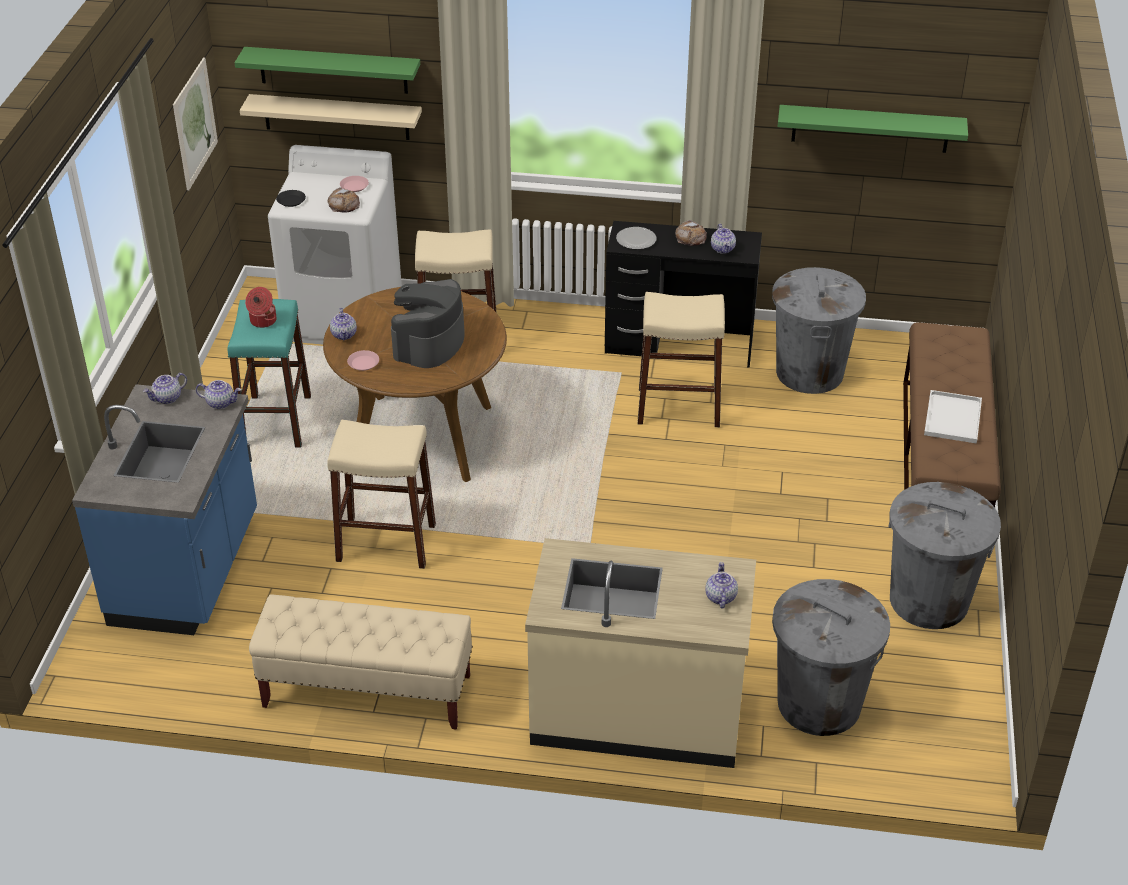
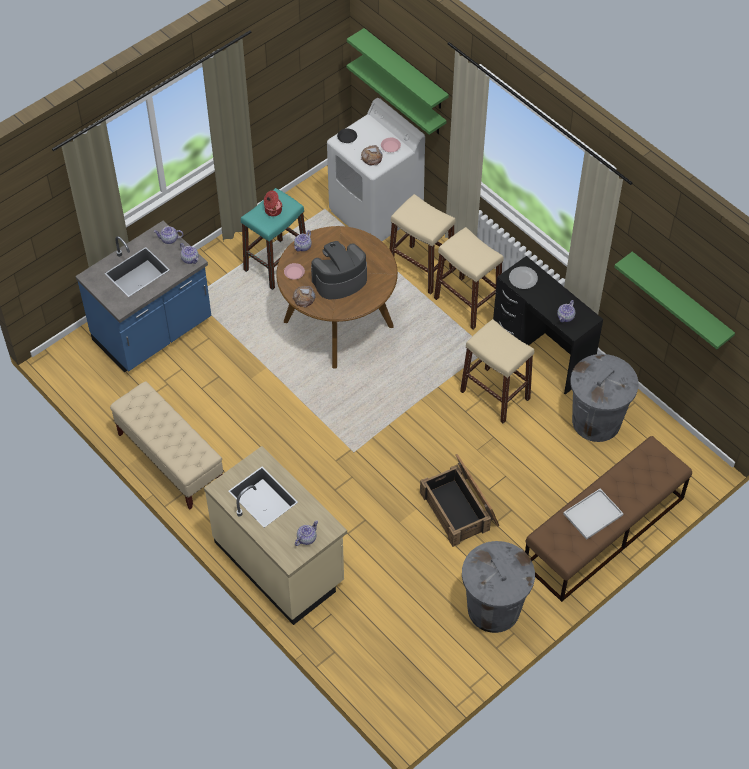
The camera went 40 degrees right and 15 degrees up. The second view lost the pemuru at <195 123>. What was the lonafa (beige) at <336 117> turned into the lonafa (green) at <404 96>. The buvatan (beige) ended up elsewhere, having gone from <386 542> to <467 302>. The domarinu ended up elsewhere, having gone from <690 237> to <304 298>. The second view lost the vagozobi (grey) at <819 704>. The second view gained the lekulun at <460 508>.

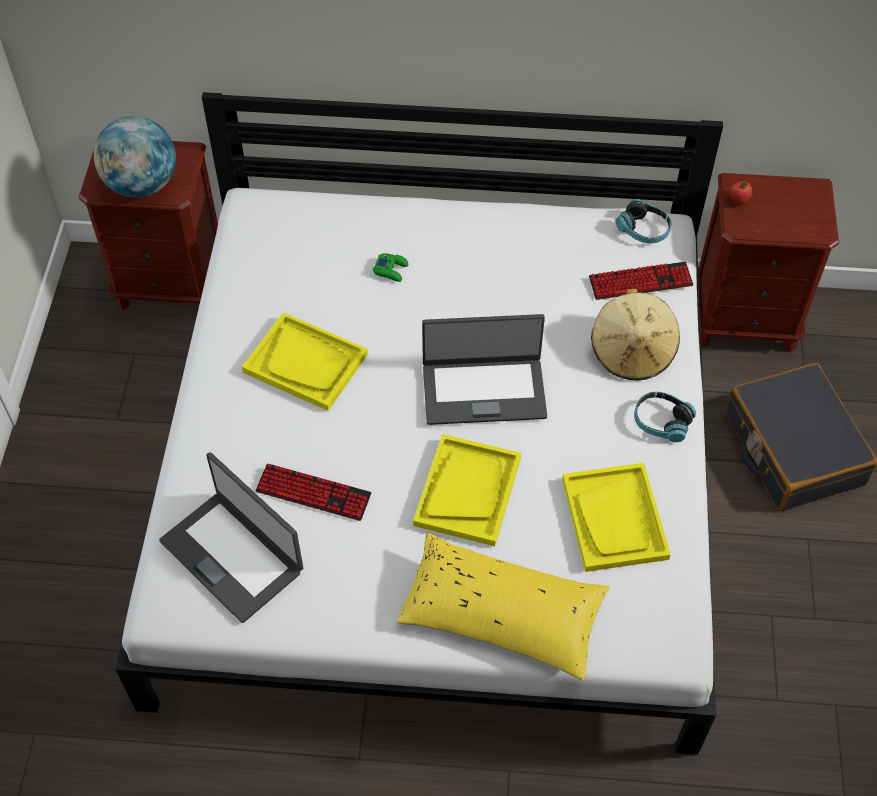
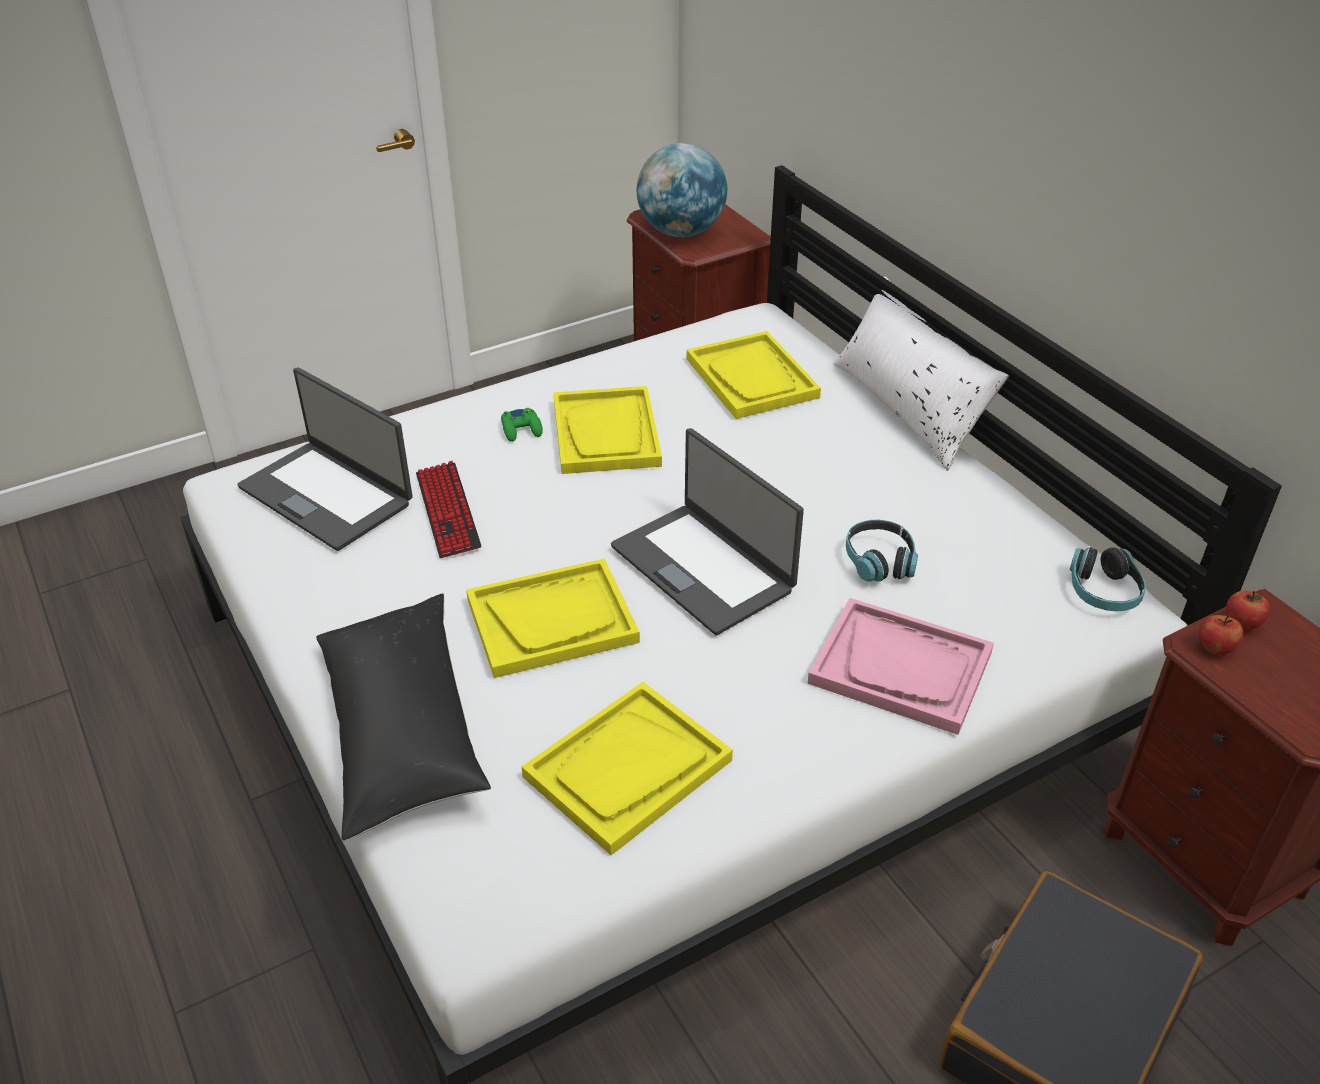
The camera went 55 degrees right and 15 degrees down. The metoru at <233 555> ended up facing another way, 60 degrees counterclockwise from before. The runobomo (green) ended up elsewhere, having gone from <391 270> to <522 429>. What was the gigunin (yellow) at <502 615> turned into the gigunin (black) at <401 729>. The second view lost the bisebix at <640 282>. Where the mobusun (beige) stood at <632 352>, the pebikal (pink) came to stand at <901 668>. The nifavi ended up elsewhere, having gone from <661 422> to <879 561>. The second view gained the pebikal (yellow) at <752 378>. The second view gained the gigunin (white) at <908 408>. The second view gained the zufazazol at <1214 648>.

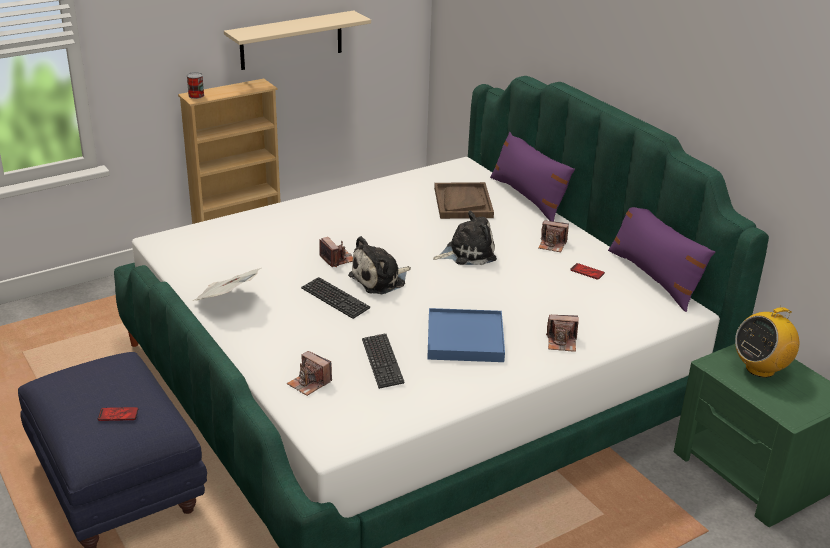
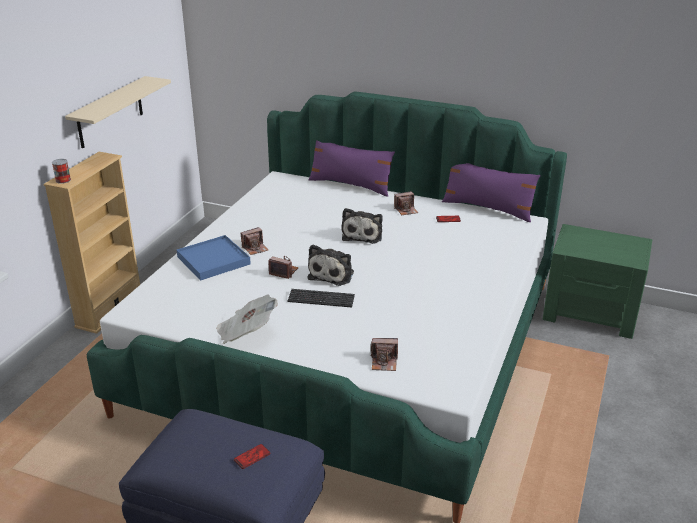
The camera went 35 degrees left and 0 degrees up. The second view lost the bisebix at <382 362>. The pebikal (blue) ended up elsewhere, having gone from <465 339> to <213 260>. The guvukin at <467 253> ended up facing another way, 150 degrees clockwise from before. The second view lost the pebikal (brown) at <463 202>. The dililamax ended up elsewhere, having gone from <562 342> to <255 248>. The second view lost the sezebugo at <760 368>.

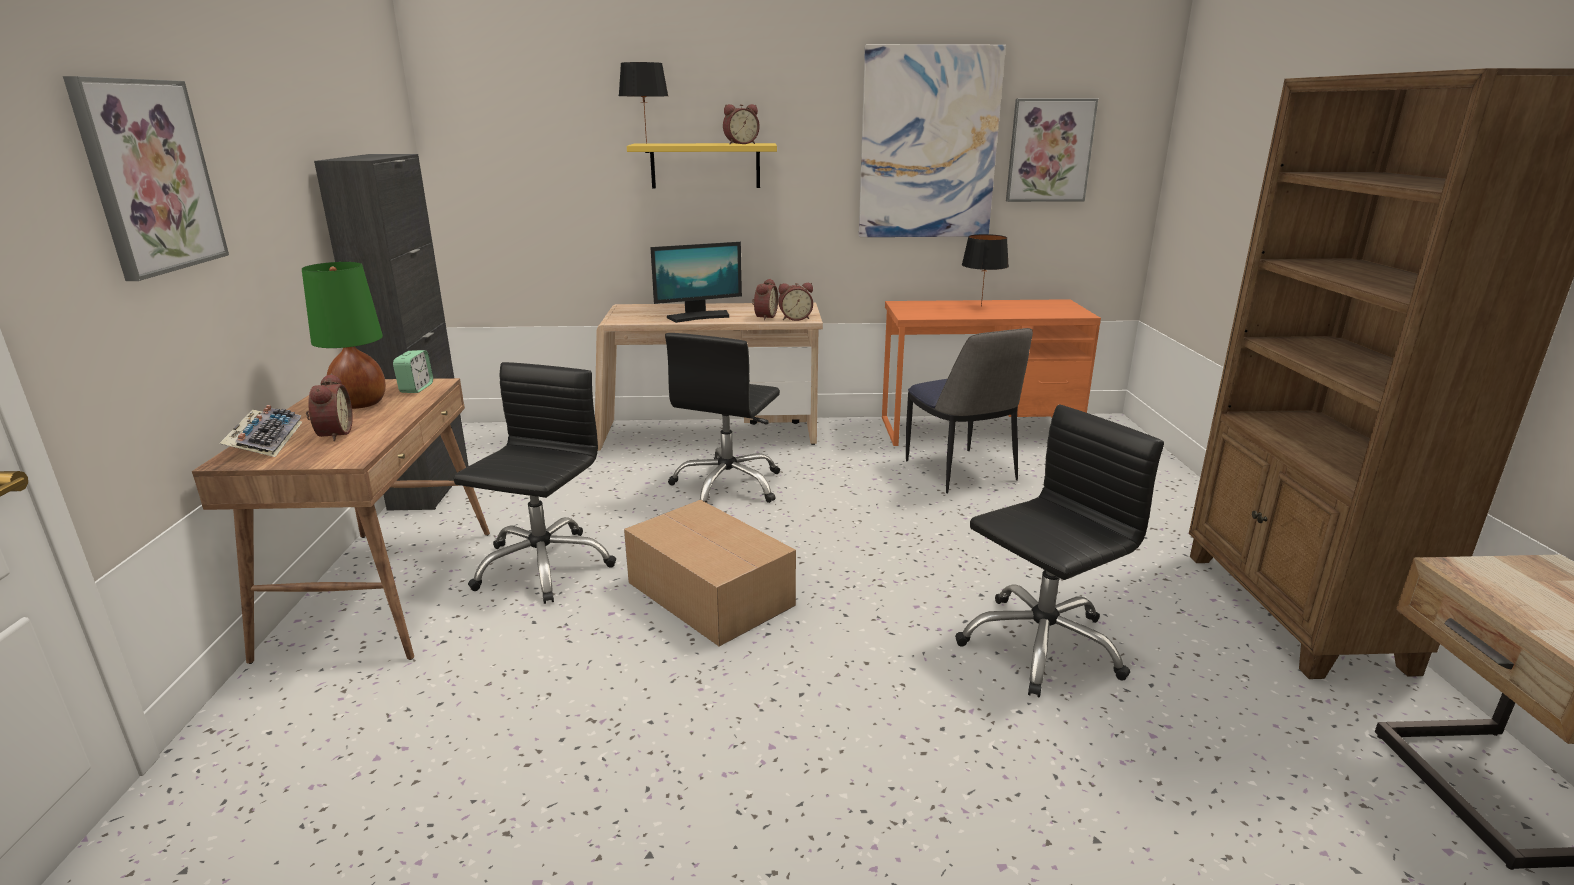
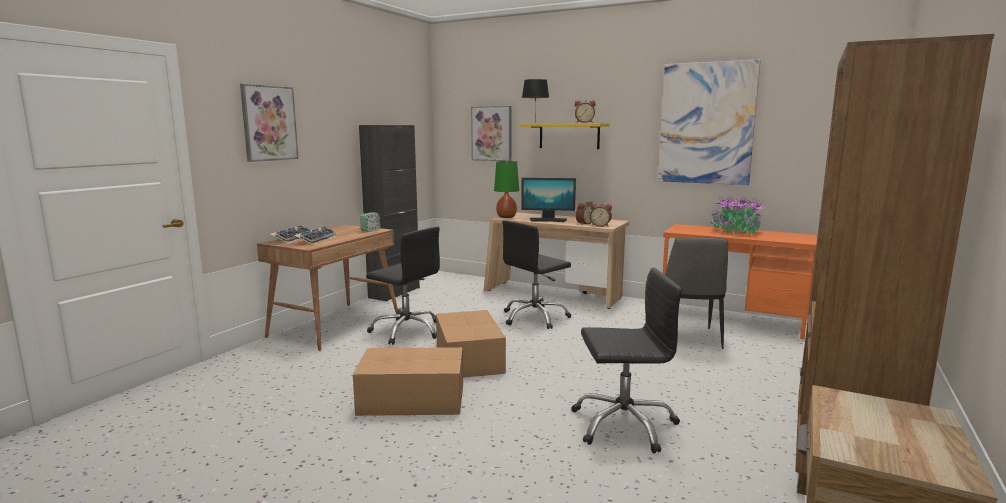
The camera went 30 degrees right and 10 degrees down. The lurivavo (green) ended up elsewhere, having gone from <361 404> to <506 217>. Where the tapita stood at <332 434>, the bisebix came to stand at <316 239>. The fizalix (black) at <542 566> ended up facing another way, 75 degrees clockwise from before. Where the lurivavo (black) stood at <981 306>, the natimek came to stand at <735 231>. The pemuru ended up elsewhere, having gone from <1049 150> to <491 133>. The second view gained the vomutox at <410 398>.

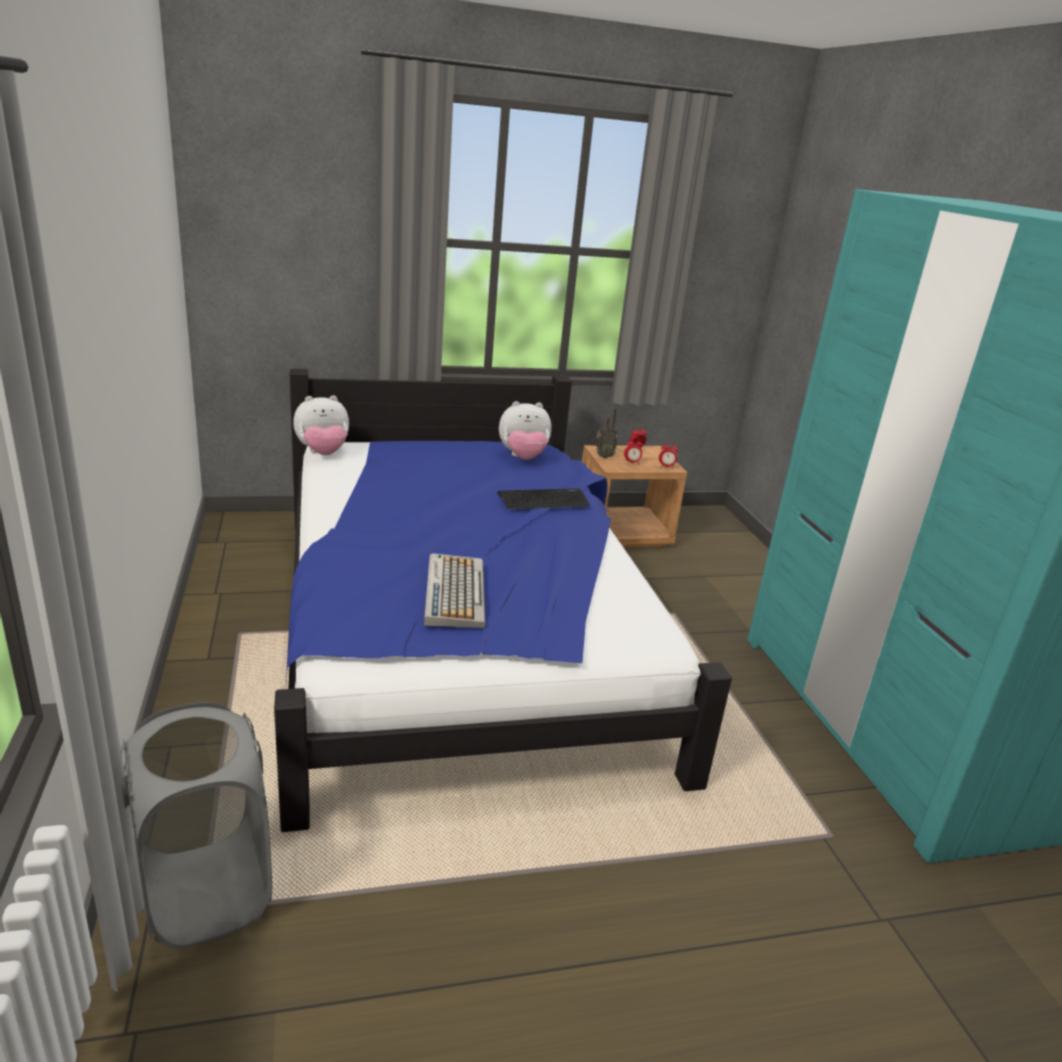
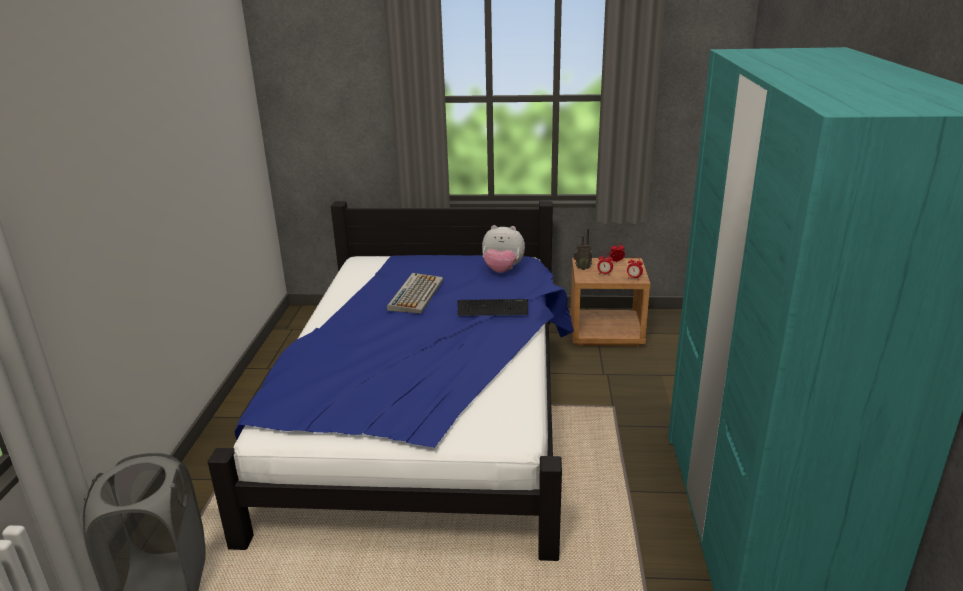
The camera went 20 degrees right and 0 degrees up. The second view lost the guvukin at <323 453>. The bisebix ended up elsewhere, having gone from <454 591> to <415 294>.

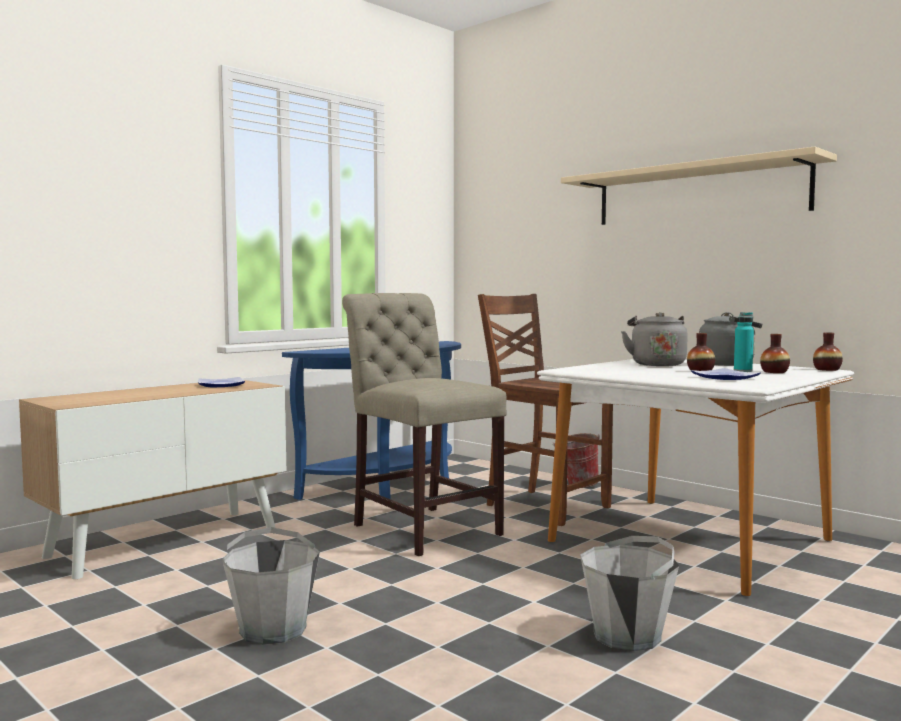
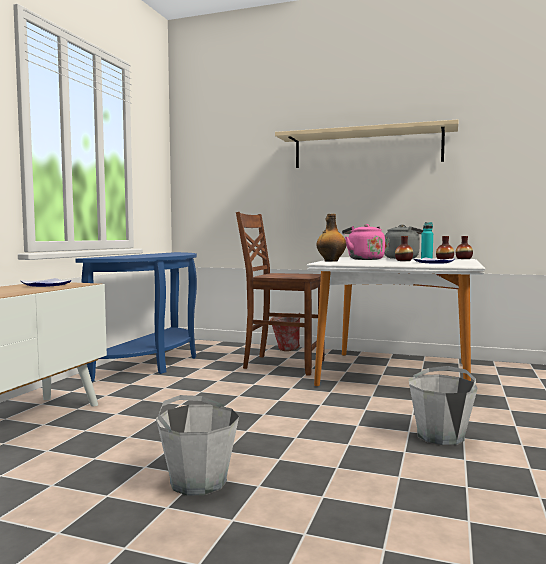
The camera went 25 degrees left and 0 degrees up. The second view lost the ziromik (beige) at <422 527>. What was the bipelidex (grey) at <656 364> turned into the bipelidex (pink) at <364 259>. The second view gained the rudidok at <330 261>.

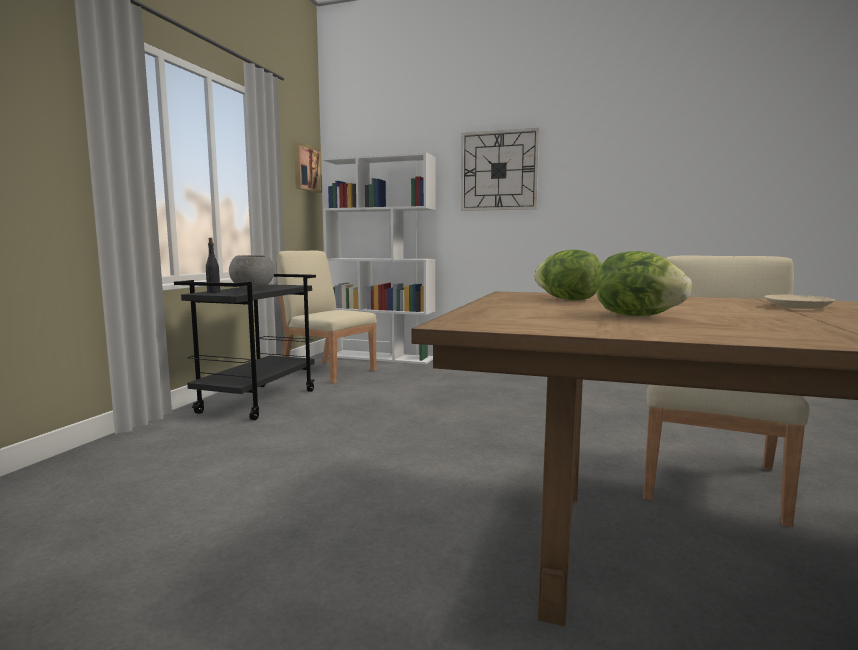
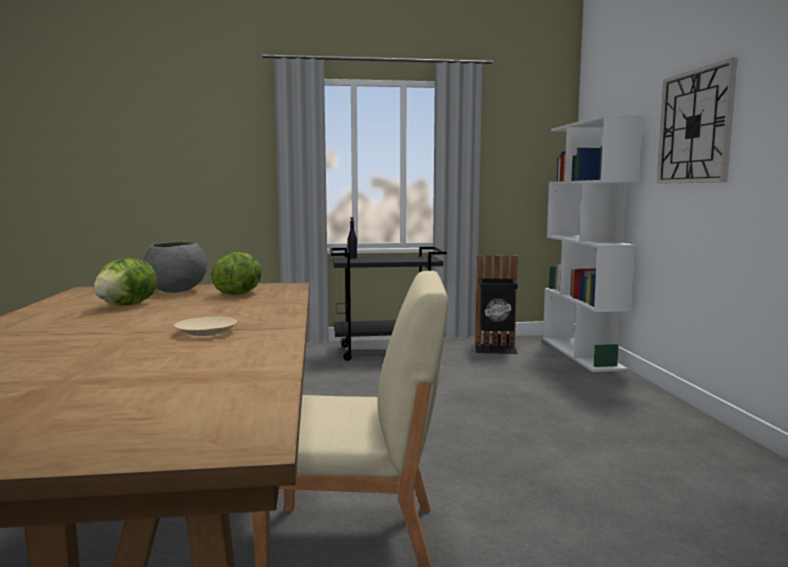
The camera went 65 degrees right and 0 degrees up. The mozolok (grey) ended up elsewhere, having gone from <253 289> to <177 291>. Where the ziromik (beige) stood at <328 371>, the vagozobi (black) came to stand at <496 349>. The second view lost the pemuru at <306 168>.

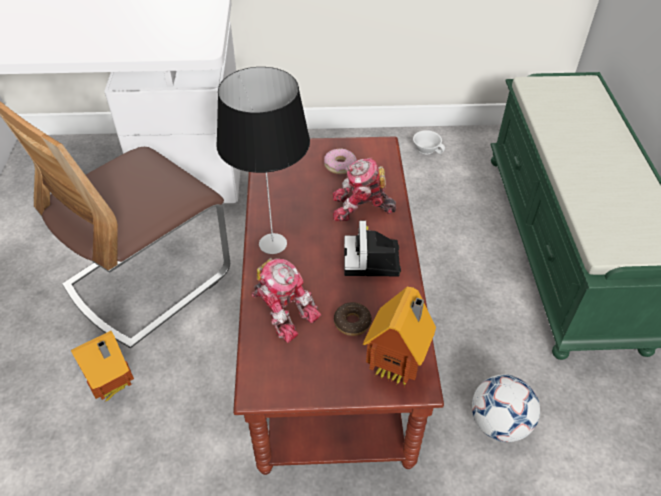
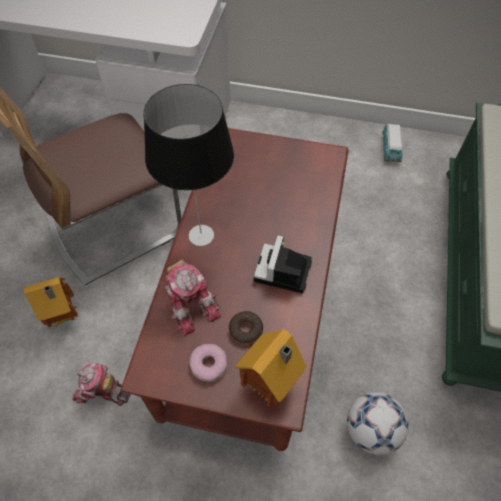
The camera went 15 degrees right and 10 degrees up. The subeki ended up elsewhere, having gone from <340 165> to <208 365>. The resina ended up elsewhere, having gone from <361 208> to <101 391>. Where the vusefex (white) stood at <427 148>, the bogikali came to stand at <390 149>.

